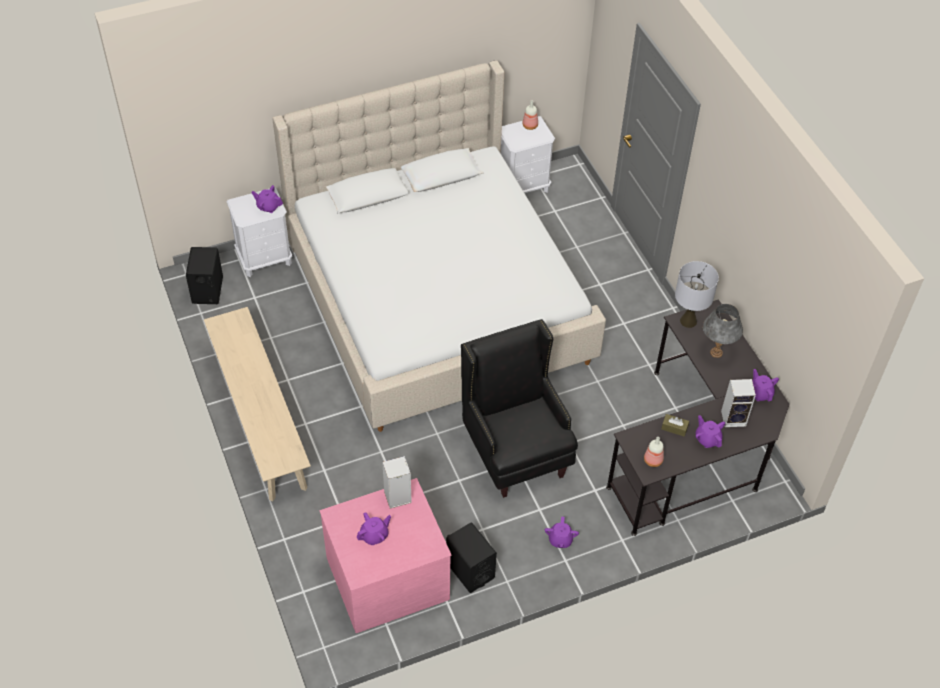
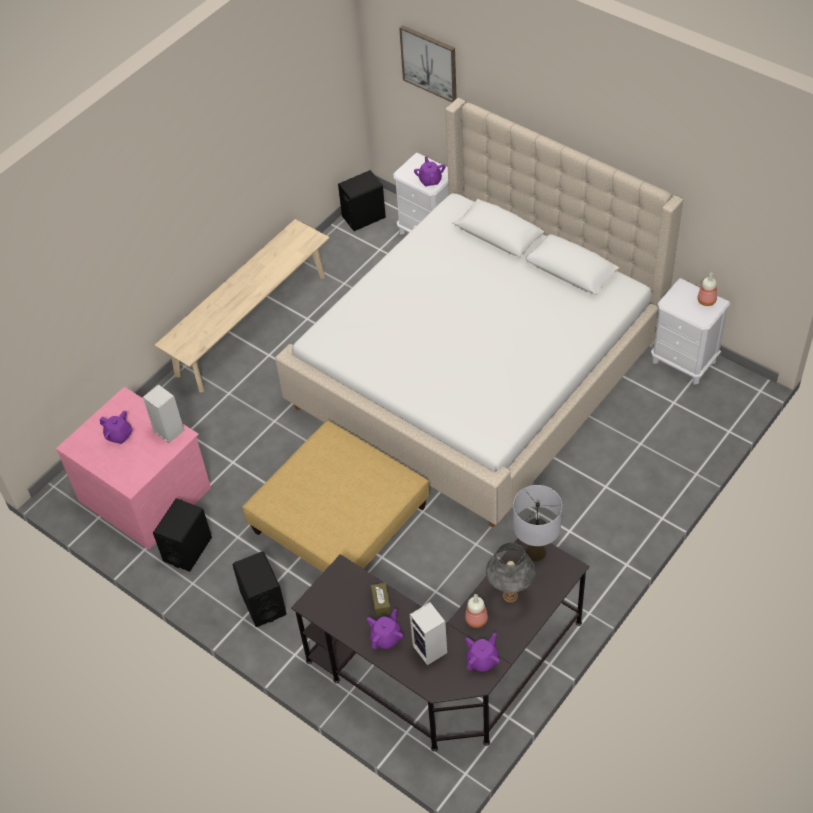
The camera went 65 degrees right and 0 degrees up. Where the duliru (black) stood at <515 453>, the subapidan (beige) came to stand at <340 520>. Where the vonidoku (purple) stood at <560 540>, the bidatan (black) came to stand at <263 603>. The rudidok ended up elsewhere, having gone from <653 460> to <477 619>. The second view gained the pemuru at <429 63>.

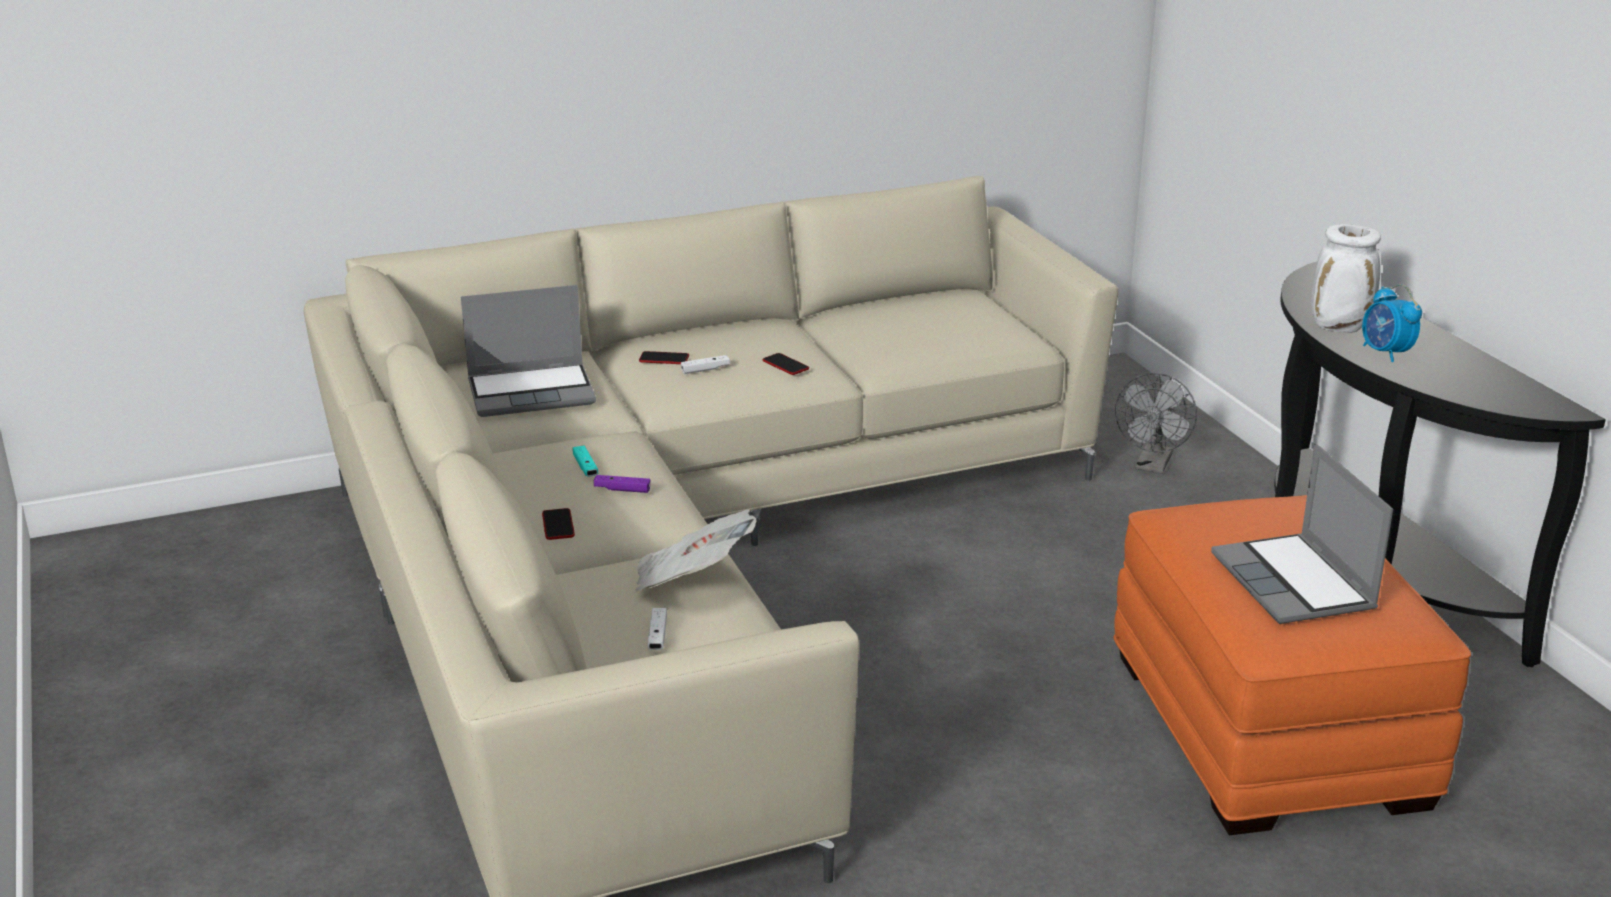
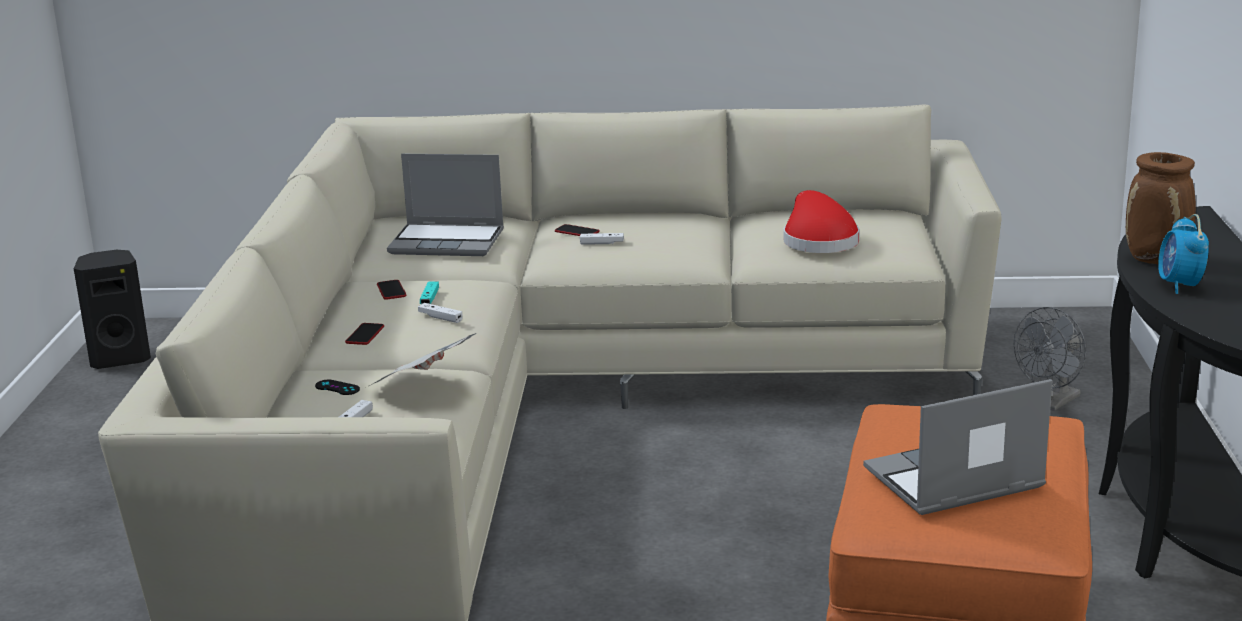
The camera went 25 degrees right and 5 degrees down. What was the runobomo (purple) at <622 489> turned into the runobomo (white) at <440 318>. The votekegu ended up elsewhere, having gone from <785 365> to <391 291>. The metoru at <1295 583> ended up facing another way, 60 degrees clockwise from before. What was the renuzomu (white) at <1340 328> turned into the renuzomu (brown) at <1157 260>. The second view gained the bidatan (black) at <120 358>. The second view gained the runobomo (black) at <337 388>. The second view gained the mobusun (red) at <817 241>.

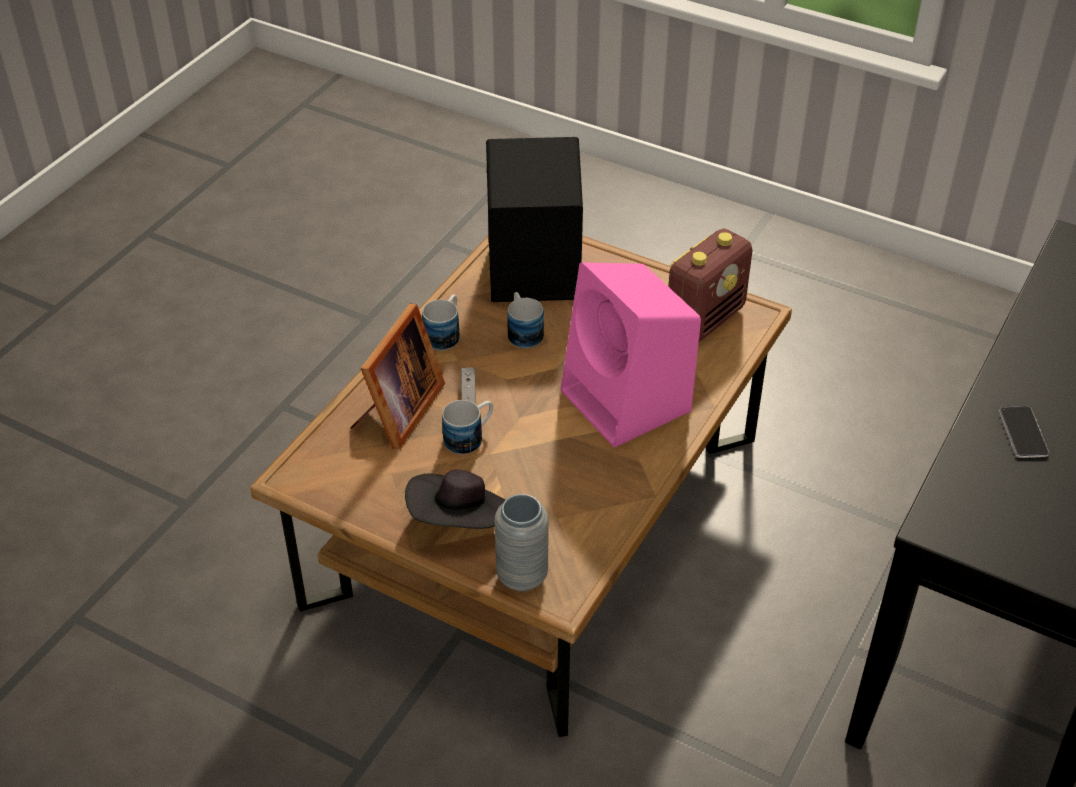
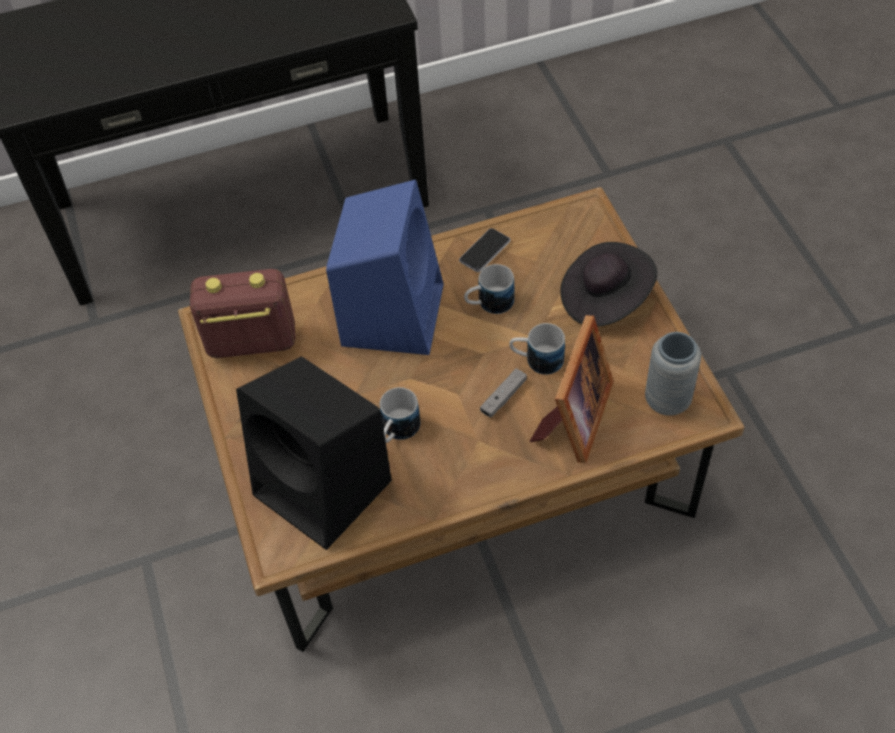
The camera went 135 degrees left and 10 degrees up. The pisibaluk at <397 413> ended up facing another way, 135 degrees clockwise from before. The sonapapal ended up elsewhere, having gone from <445 333> to <489 304>. The renuzomu (grey) ended up elsewhere, having gone from <522 576> to <667 401>. What was the bidatan (pink) at <628 402> turned into the bidatan (blue) at <392 312>. The votekegu ended up elsewhere, having gone from <1023 433> to <484 251>.

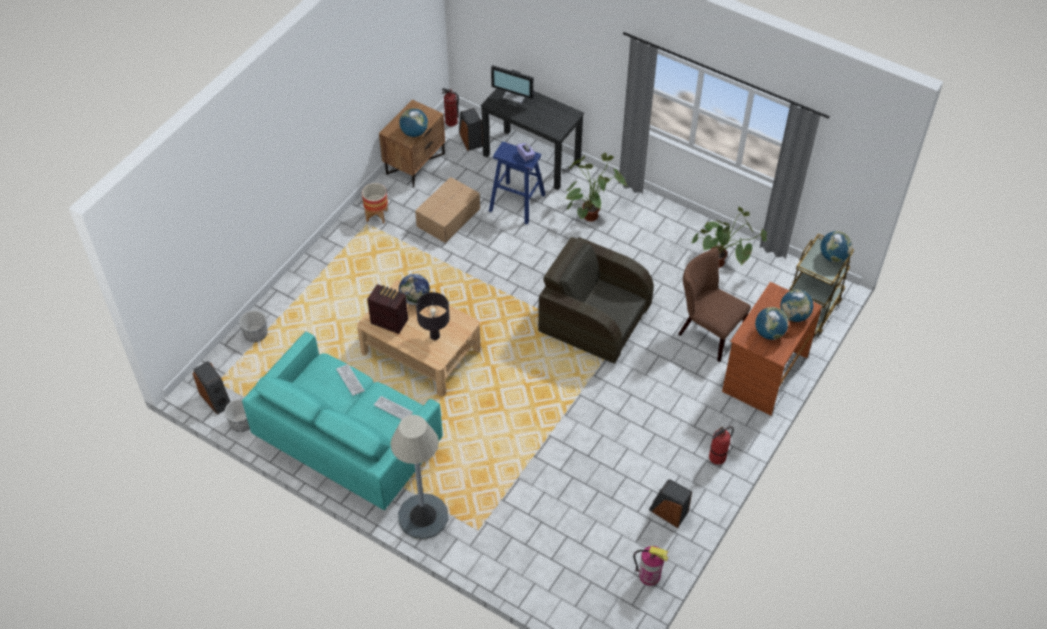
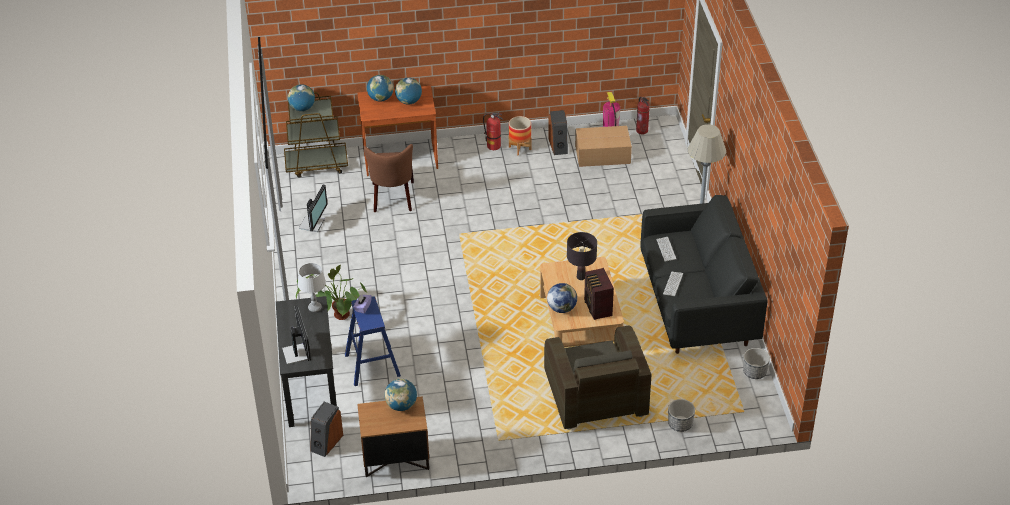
The camera went 130 degrees left and 10 degrees down. The second view lost the bidatan at <216 399>. What was the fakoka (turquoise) at <349 445> turned into the fakoka (black) at <697 306>. The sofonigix ended up elsewhere, having gone from <377 216> to <520 148>. The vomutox ended up elsewhere, having gone from <447 218> to <603 154>. The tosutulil ended up elsewhere, having gone from <451 122> to <642 131>. The duliru (brown) ended up elsewhere, having gone from <594 320> to <595 395>. Where the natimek stood at <724 261>, the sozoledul came to stand at <313 224>. The second view gained the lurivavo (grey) at <314 308>.

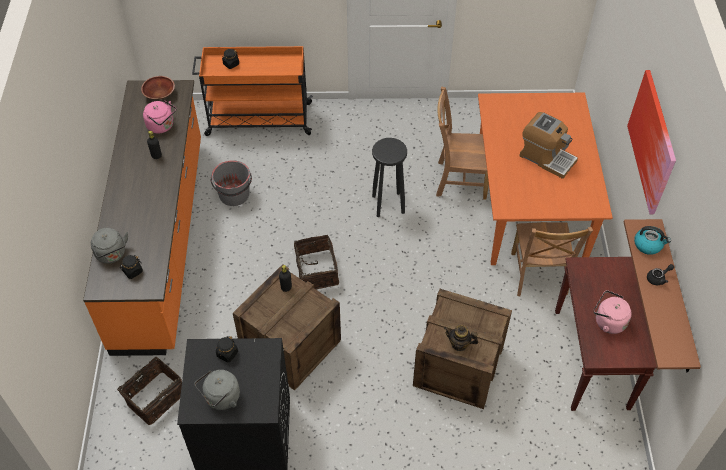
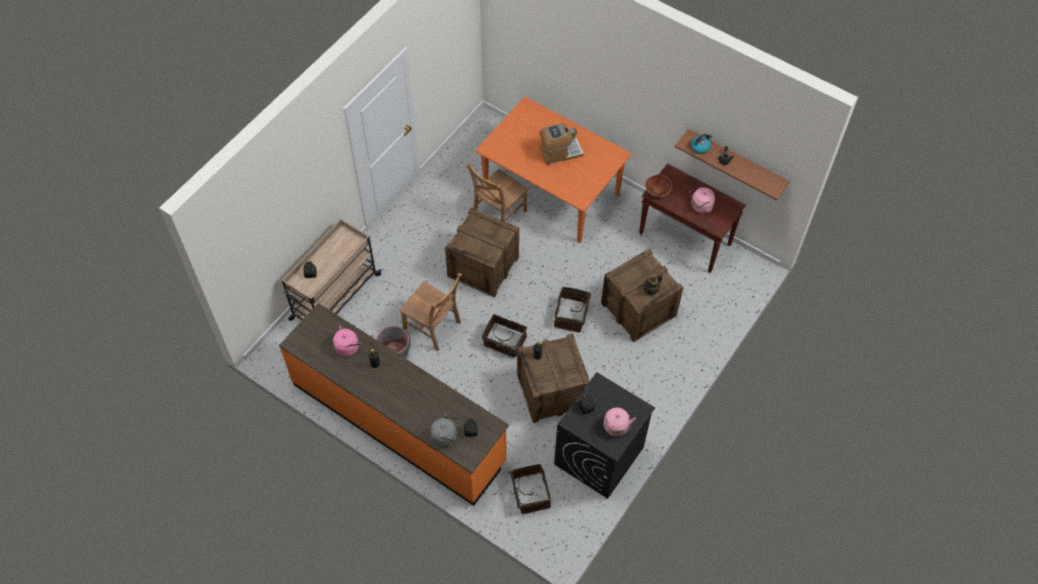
The camera went 55 degrees left and 5 degrees up. The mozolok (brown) ended up elsewhere, having gone from <159 94> to <657 190>. What was the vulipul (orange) at <257 119> turned into the vulipul (beige) at <334 298>. What was the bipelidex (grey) at <221 398> turned into the bipelidex (pink) at <616 428>. Where the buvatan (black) stood at <387 204>, the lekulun came to stand at <483 267>. The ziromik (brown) ended up elsewhere, having gone from <538 276> to <434 327>. The second view lost the pemuru at <652 141>. The second view gained the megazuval at <571 315>.

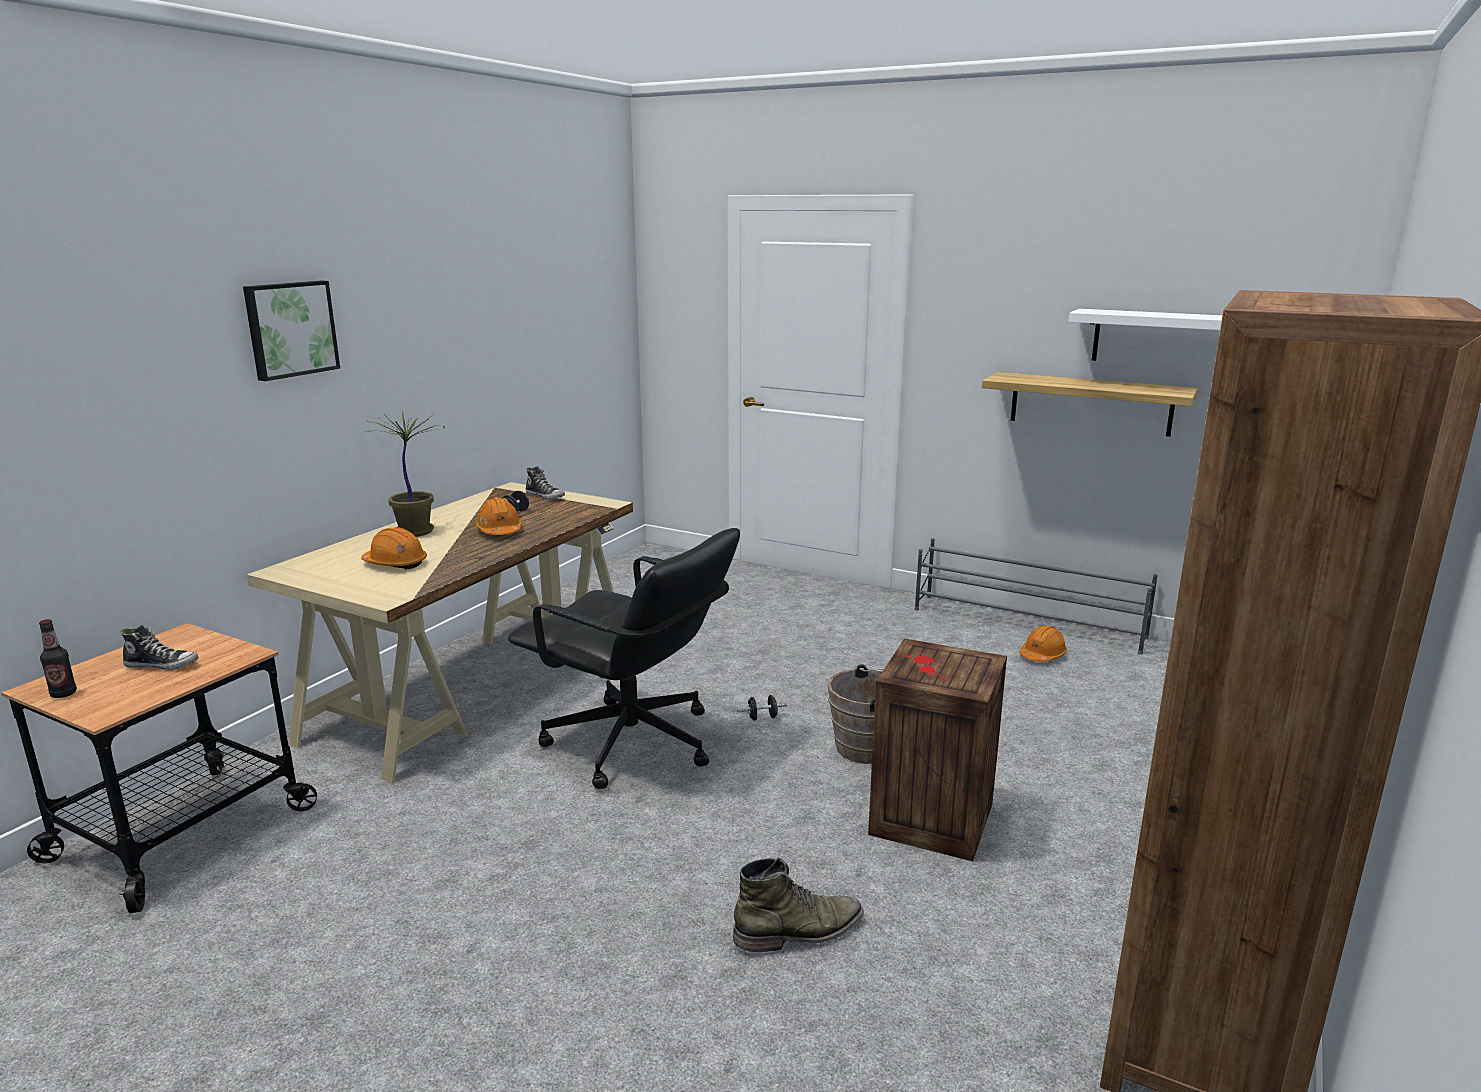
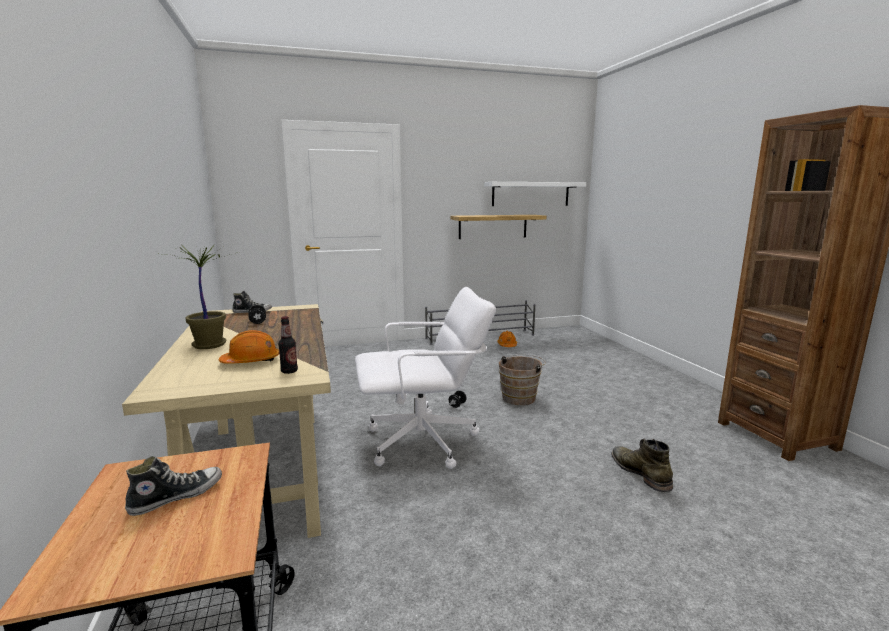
The camera went 45 degrees left and 5 degrees down. The rudidok ended up elsewhere, having gone from <63 694> to <289 371>. The second view lost the pemuru at <290 329>. The second view lost the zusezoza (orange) at <499 531>. What was the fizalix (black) at <632 744> turned into the fizalix (white) at <423 442>. The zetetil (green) at <799 931> ended up facing another way, 45 degrees counterclockwise from before. The second view lost the lekulun at <929 819>.

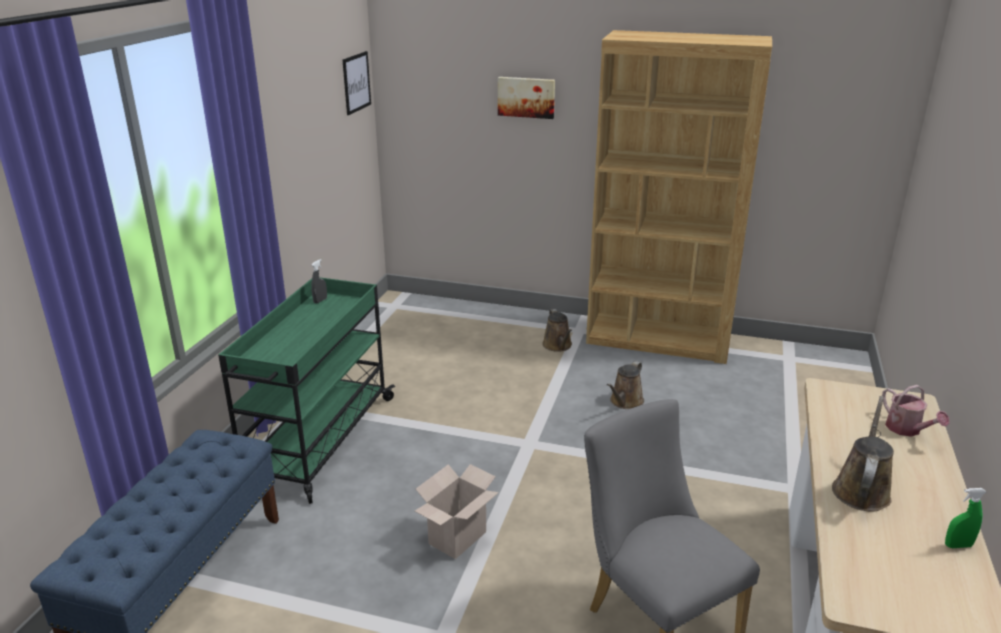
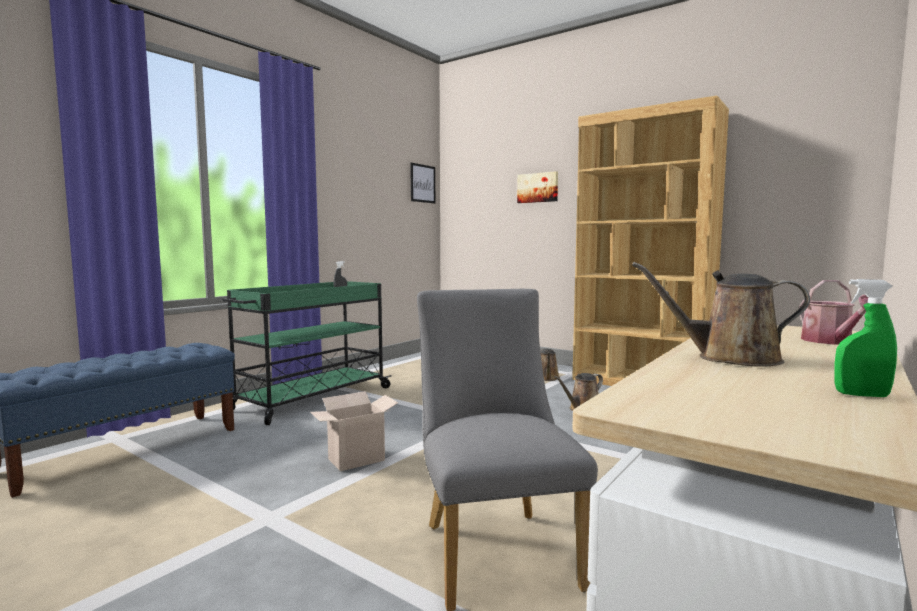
The camera went 20 degrees right and 20 degrees down. The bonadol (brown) at <861 489> ended up facing another way, 120 degrees counterclockwise from before.

